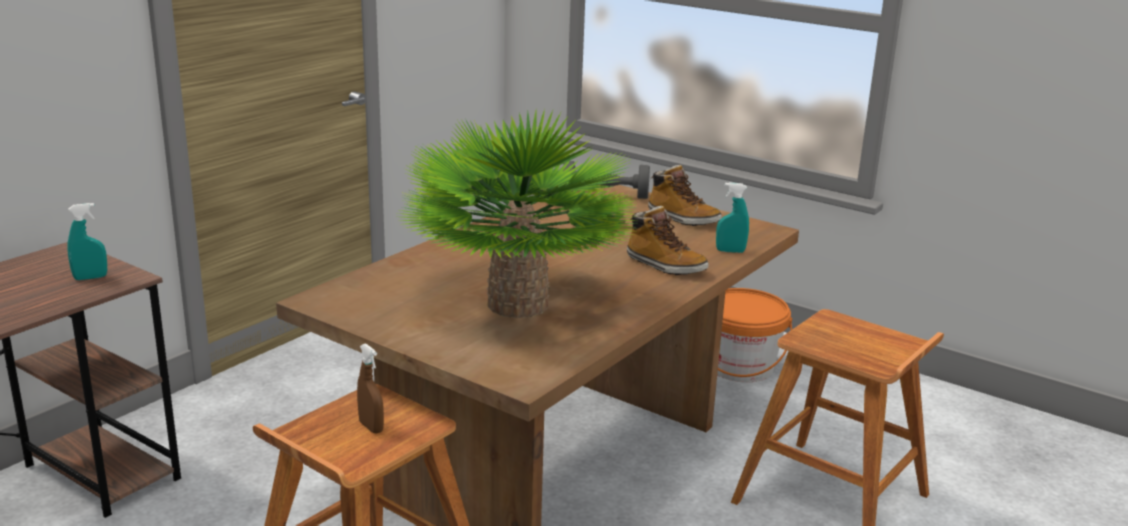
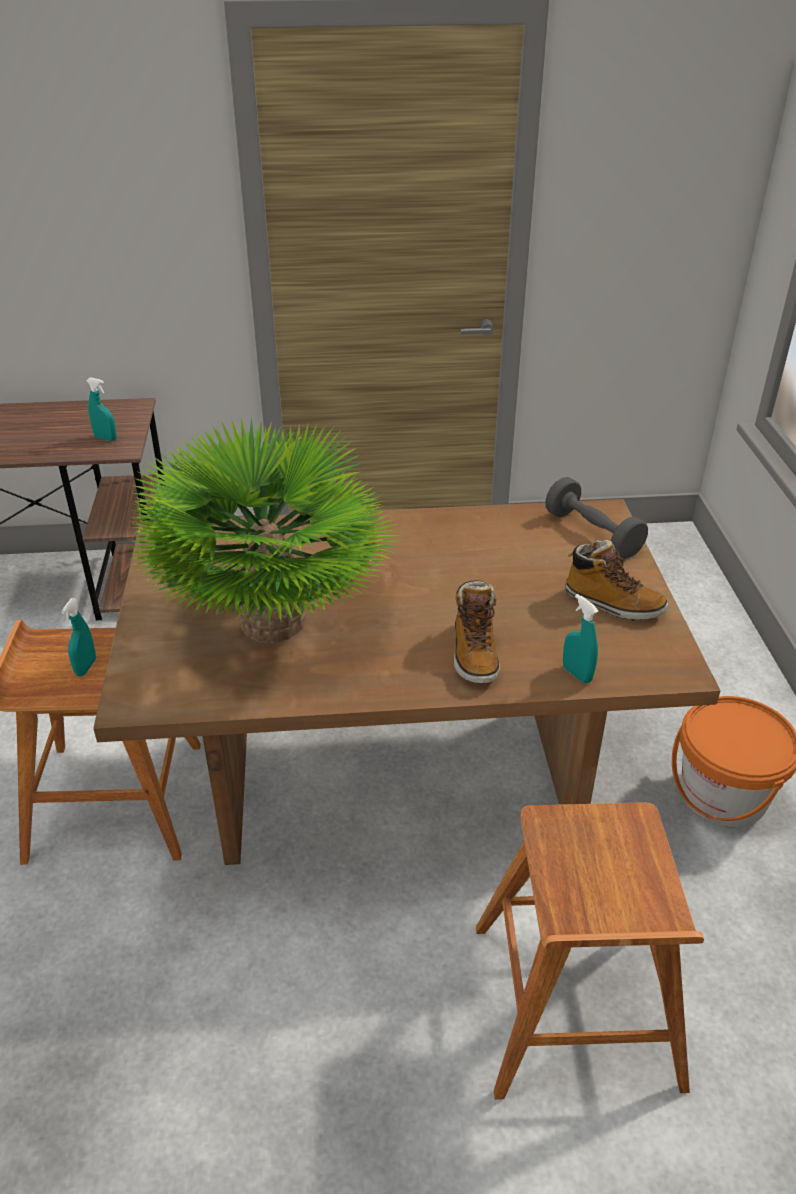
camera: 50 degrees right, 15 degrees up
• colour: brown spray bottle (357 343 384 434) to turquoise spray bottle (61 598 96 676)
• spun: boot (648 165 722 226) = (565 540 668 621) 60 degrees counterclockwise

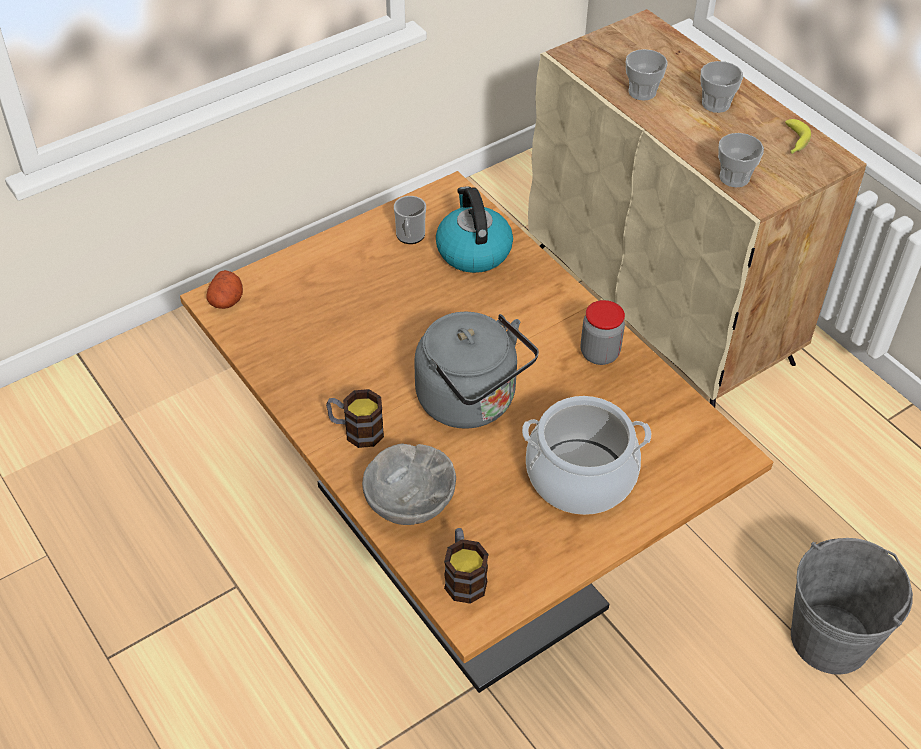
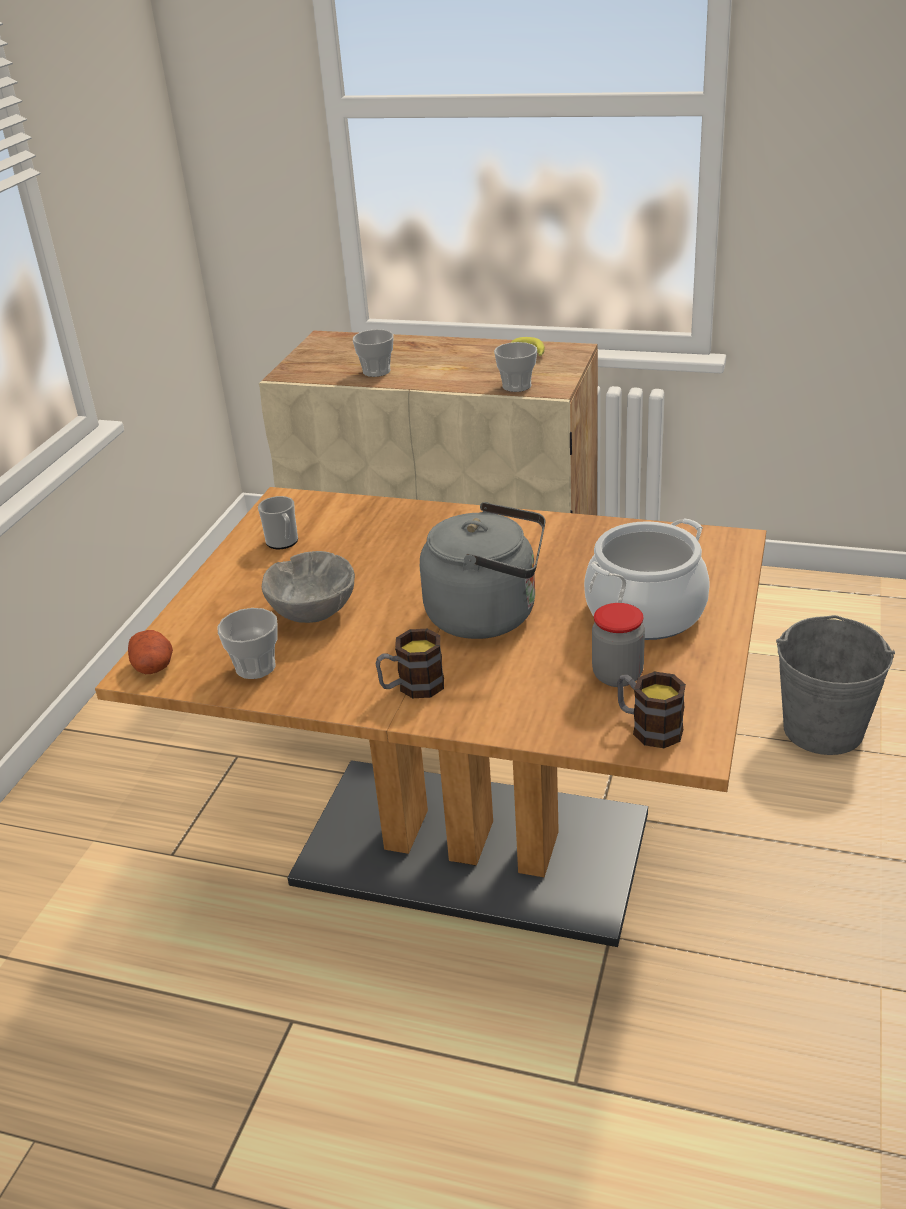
camera: 35 degrees left, 15 degrees down
• relocated: grey bowl (362 444 456 525) to (262 551 355 623)
• missing: kettle (436 186 513 273)
• relocated: jar (581 300 625 365) to (592 603 645 687)
• relocated: cup (701 61 743 113) to (218 608 278 679)

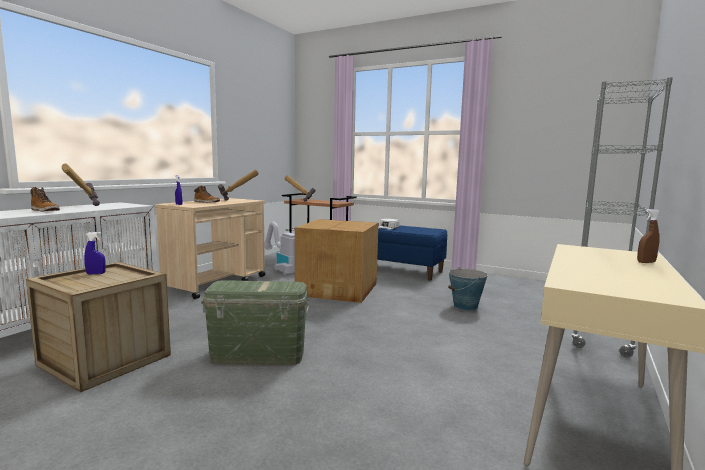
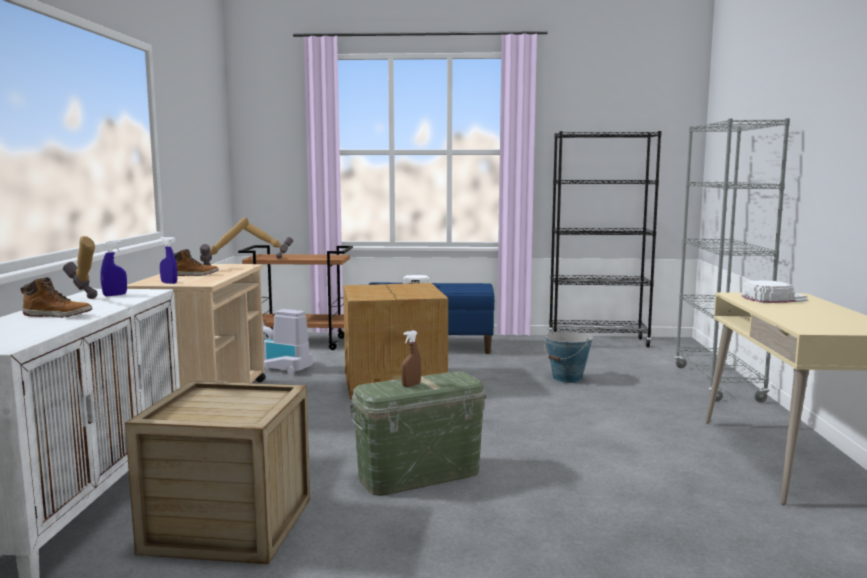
camera: 25 degrees left, 0 degrees up
• relocated: blue spray bottle (84 232 106 274) to (100 241 127 296)
• relocated: brown spray bottle (637 209 660 263) to (401 330 421 387)
• appeared: black bookcase (548 131 662 348)
• appeared: white cap (742 280 808 303)

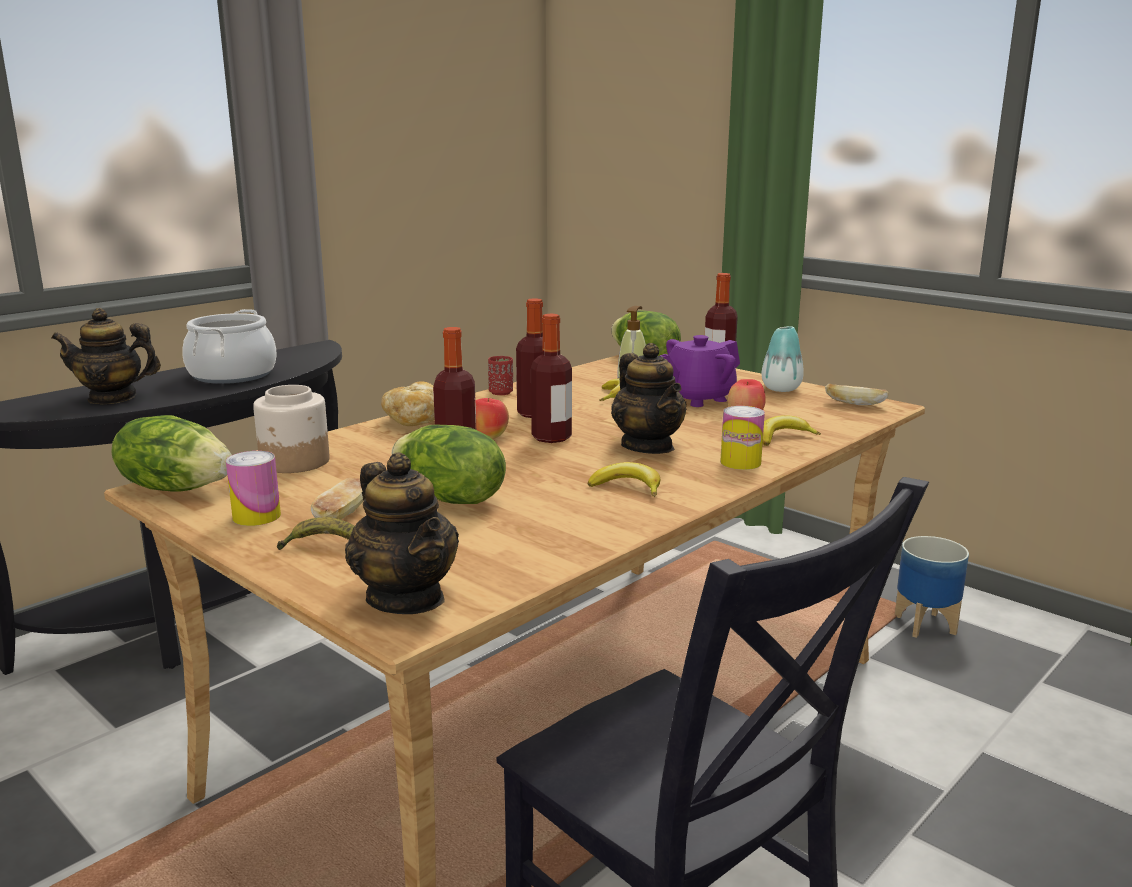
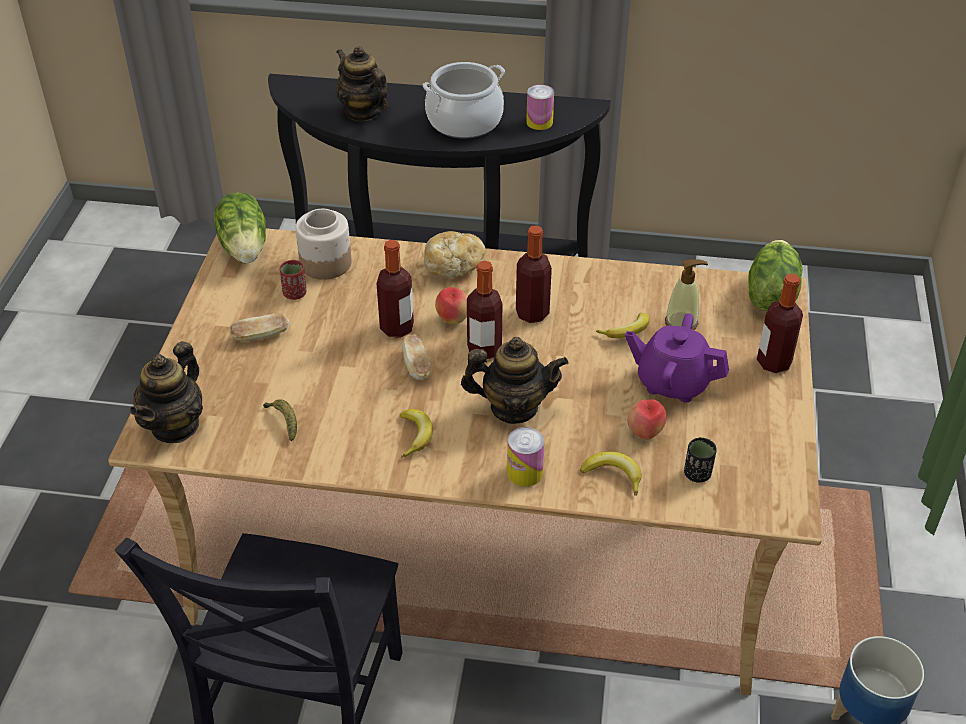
camera: 55 degrees right, 25 degrees up
• relocated: can (226 451 281 526) to (526 85 554 130)
• relocated: banana (277 517 354 550) to (263 399 297 441)
• missing: lettuce (392 425 506 504)
• relocated: red cup (488 356 513 395) to (280 260 306 300)
• spun: teapot (611 343 686 454) = (461 337 569 424) 120 degrees counterclockwise
• missing: vase (762 326 804 392)
• relocated: bread (825 384 889 405) to (402 334 431 380)
• appeared: black cup (684 437 717 483)

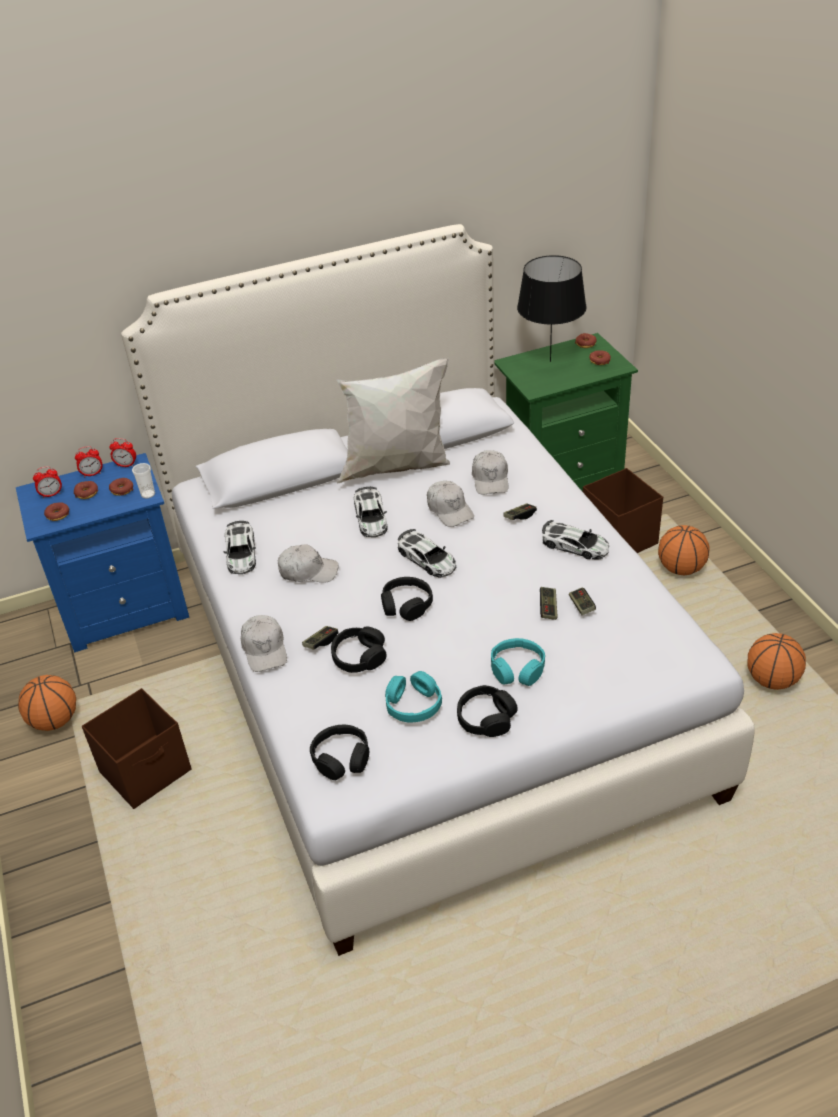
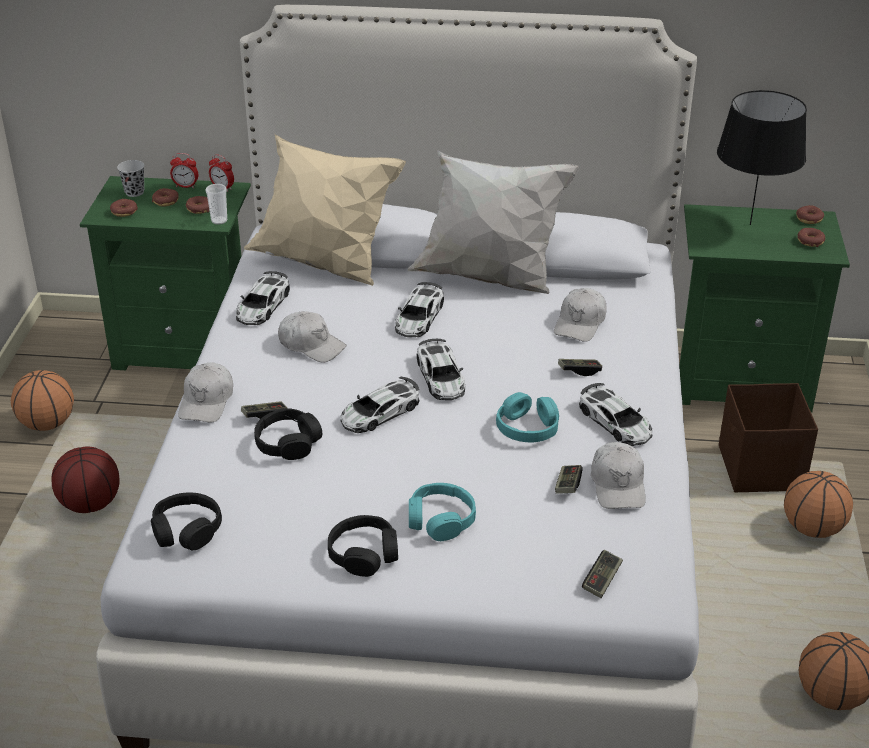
camera: 25 degrees right, 5 degrees down
• colour: blue nightstand (16 453 189 653) to green nightstand (80 176 251 370)
• exchanged: alarm clock (33 466 62 499) to black cup (117 160 144 197)
• exchanged: brown storage box (82 689 191 809) to basketball (51 446 120 513)
• exchanged: black headphones (381 577 433 621) to toy car (340 377 419 433)
• relocated: turquoise headphones (385 671 442 722) to (496 392 559 442)
• relocated: white cap (427 481 474 527) to (591 442 646 509)
• relocated: game controller (540 587 557 620) to (582 550 623 598)
• appeared: beige pillow (244 134 406 286)

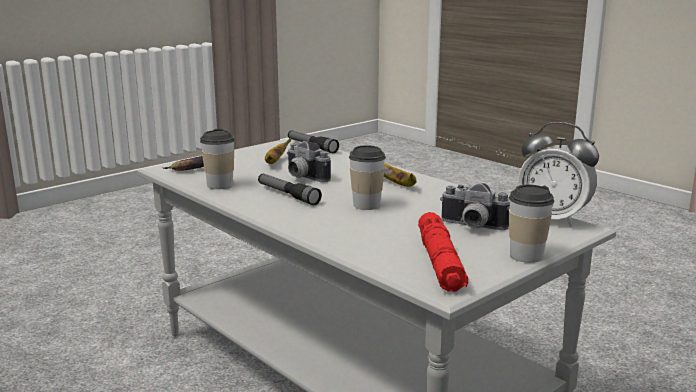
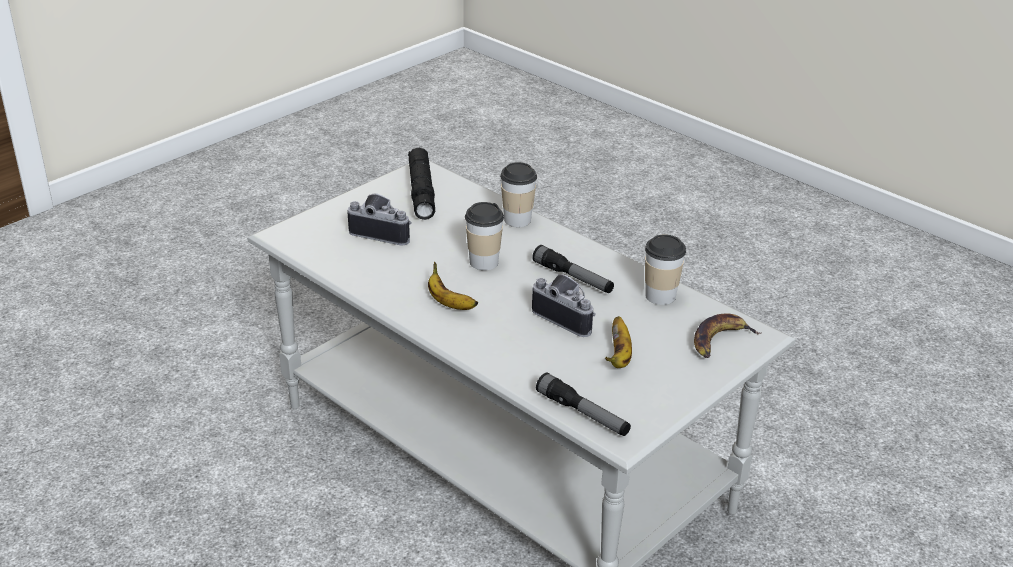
camera: 175 degrees right, 15 degrees up
• colour: red flashlight (418 212 468 291) to black flashlight (408 148 435 220)
• relocated: cup (509 185 554 263) to (500 162 537 227)
• missing: alarm clock (518 122 599 227)

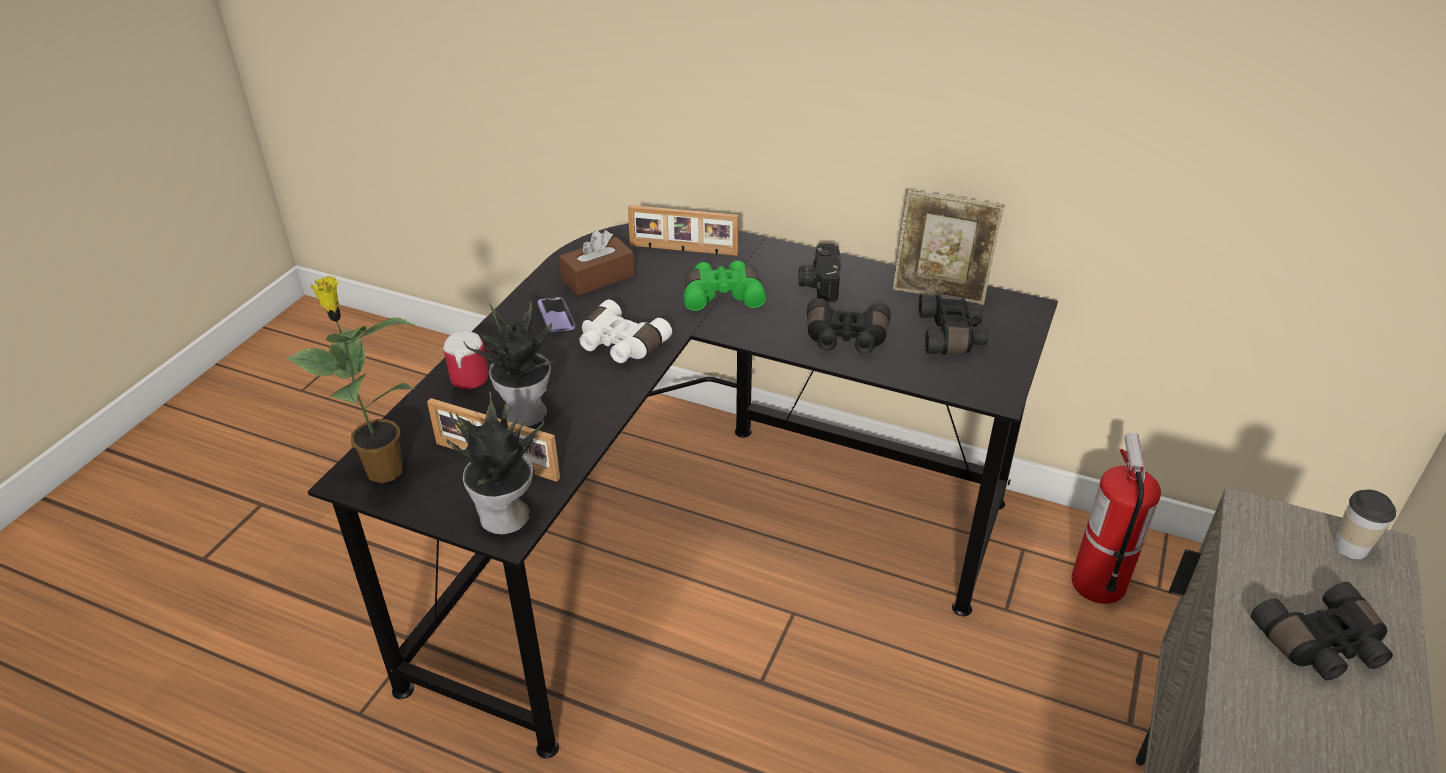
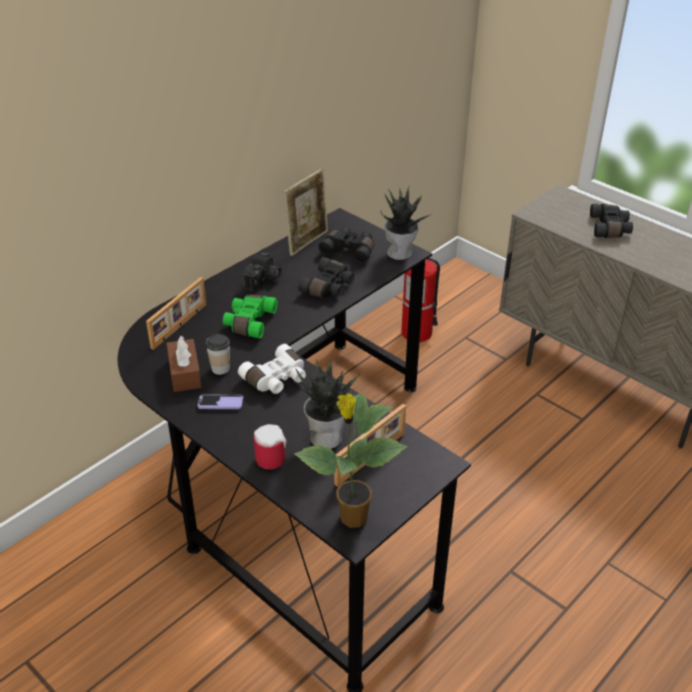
camera: 70 degrees left, 0 degrees up
• relocated: potted plant (447 391 545 535) to (380 187 432 260)
• spun: photo camera (799 243 841 302) = (244 252 282 293) 90 degrees counterclockwise
• relocated: cup (1334 490 1396 559) to (206 334 230 375)

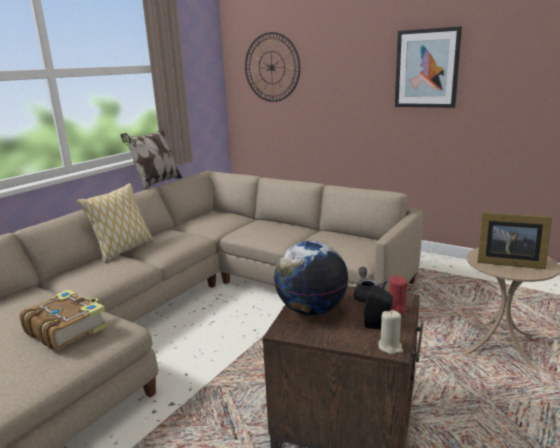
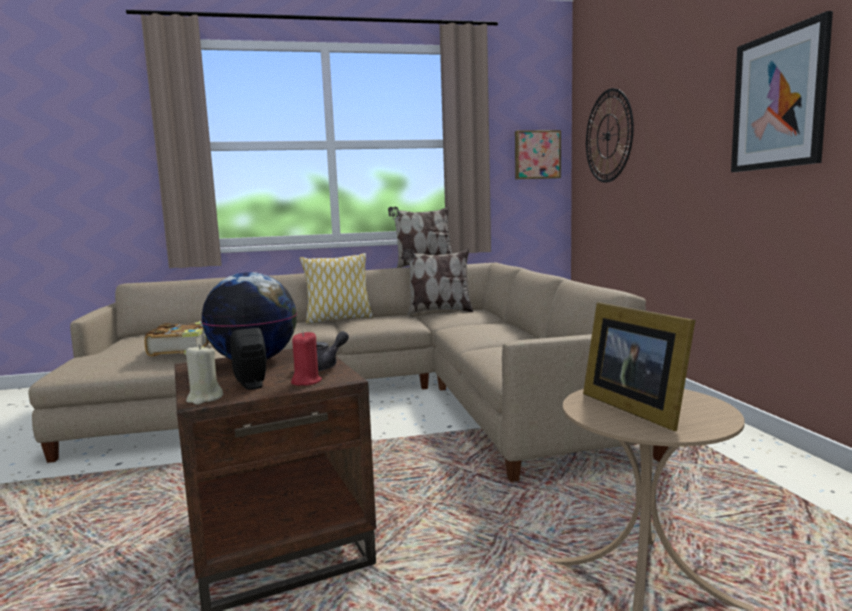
camera: 45 degrees right, 10 degrees down
• appeared: pillow (403 249 473 315)
• appeared: picture (515 130 561 179)

